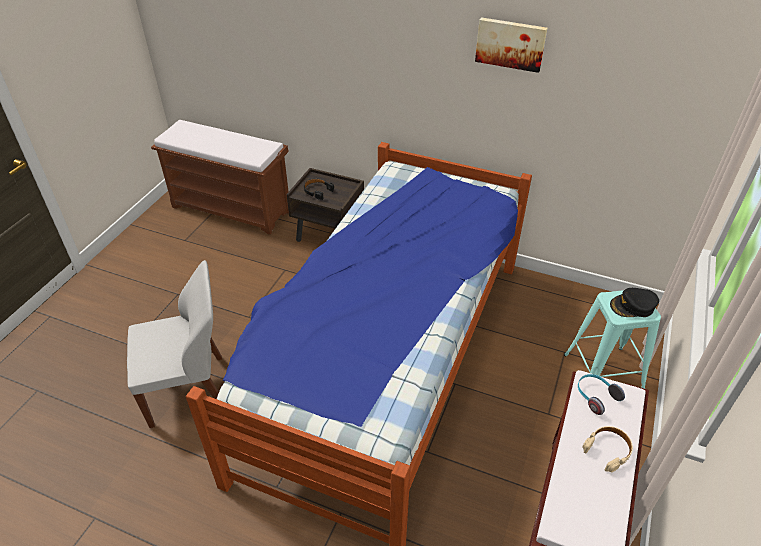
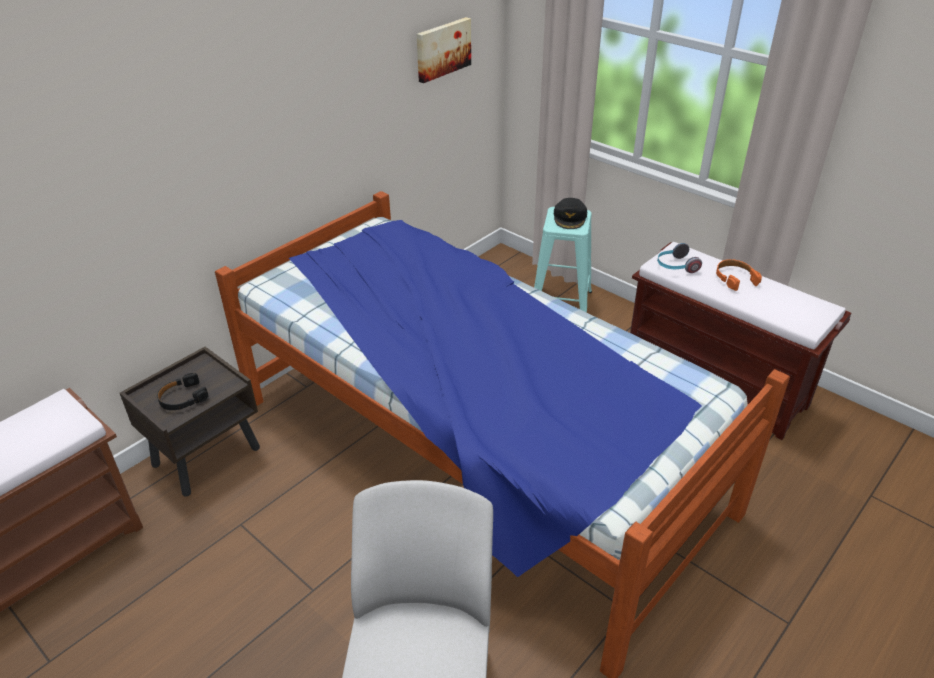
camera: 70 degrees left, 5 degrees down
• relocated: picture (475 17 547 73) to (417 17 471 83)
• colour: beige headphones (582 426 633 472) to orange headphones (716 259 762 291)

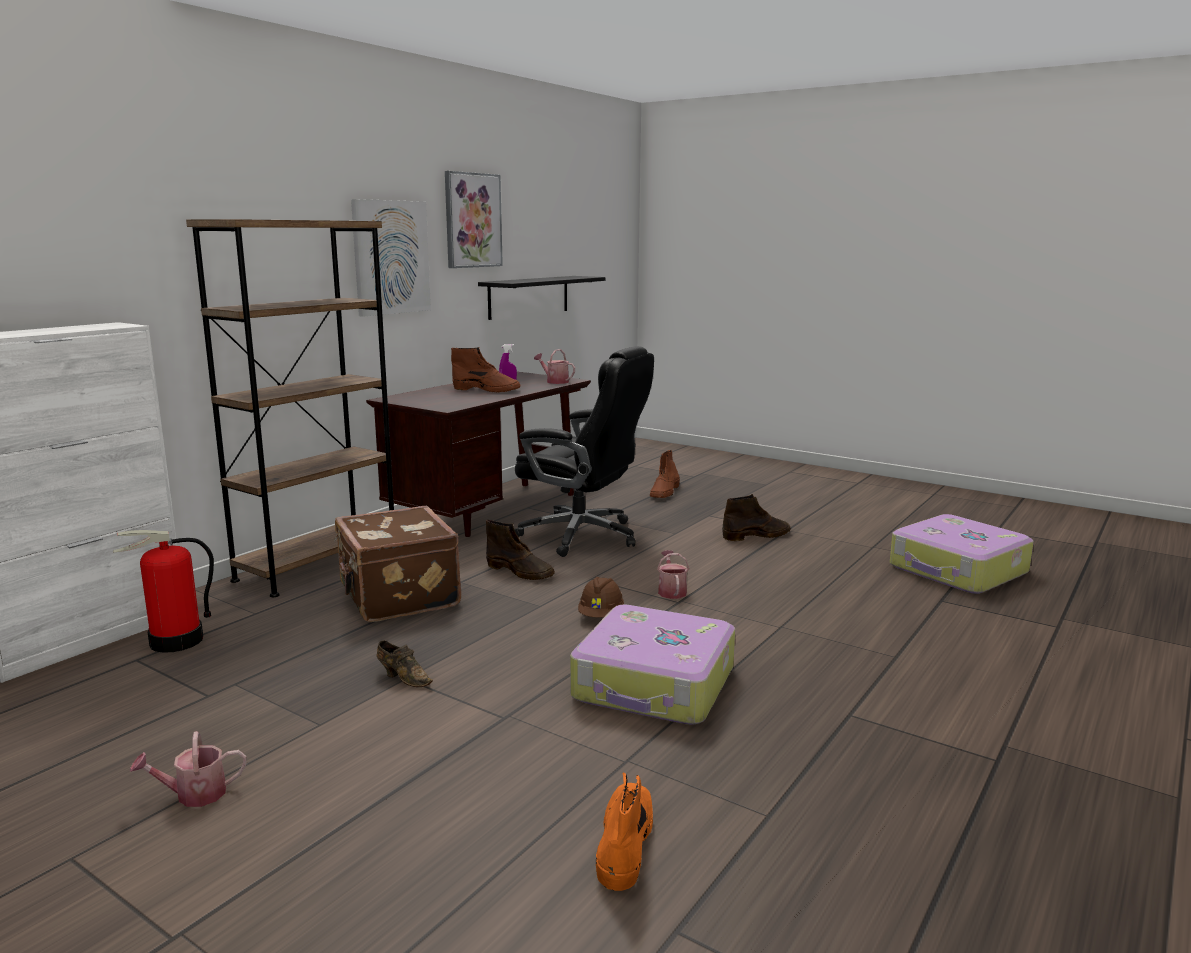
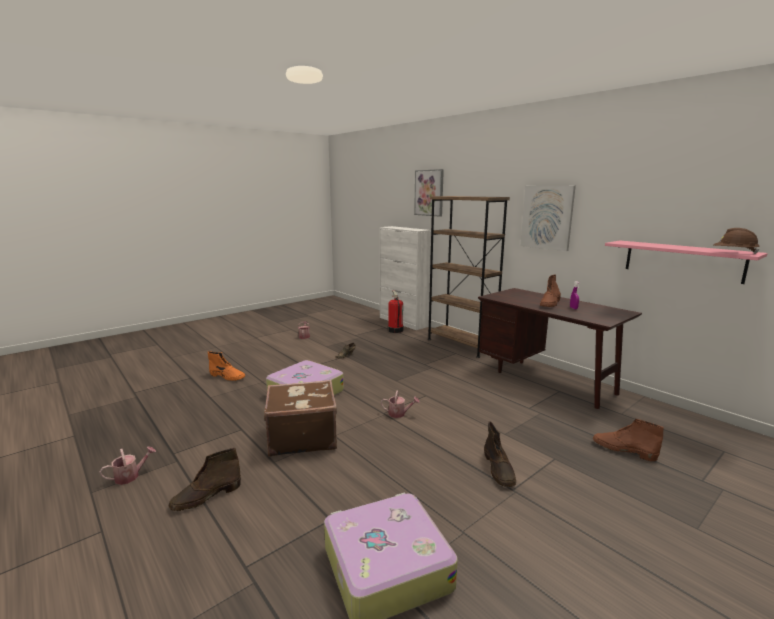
camera: 105 degrees right, 0 degrees up
• relocated: brown suitcase (334 506 461 622) to (264 380 337 457)
• relocated: picture (445 171 503 268) to (414 169 444 217)
• colour: black shelf (478 276 606 320) to pink shelf (605 240 768 284)
• relocated: brown boot (486 520 555 580) to (168 448 241 511)
• missing: black office chair (514 346 654 557)
• relocated: watering can (534 349 575 384) to (99 446 156 485)
• relocated: brown hard hat (578 577 624 618) to (713 228 760 254)

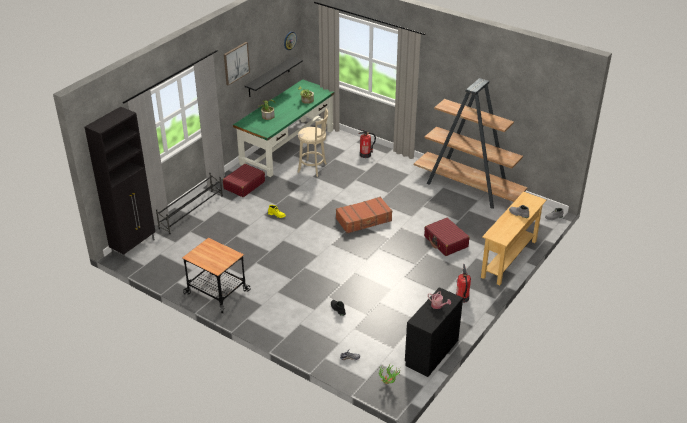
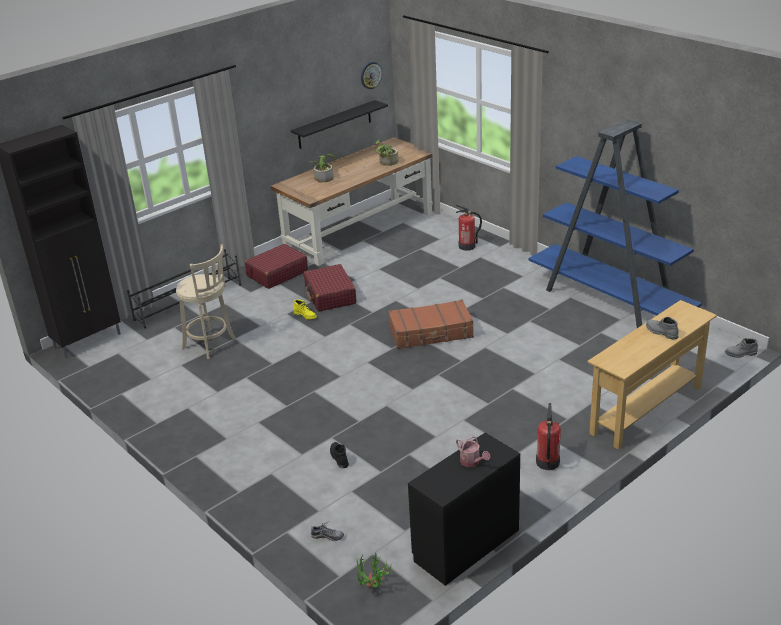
camera: 15 degrees right, 5 degrees down
• missing: cart (182 238 251 313)
• missing: picture (224 42 250 86)
• colour: green desk (233 79 334 177) to brown desk (271 137 433 266)
• relocated: beige stool (298 108 328 177) to (176 244 236 359)
• colour: brown bookcase (414 78 528 209) to blue bookcase (528 120 702 328)
• relocated: red suitcase (424 218 470 256) to (304 264 356 312)

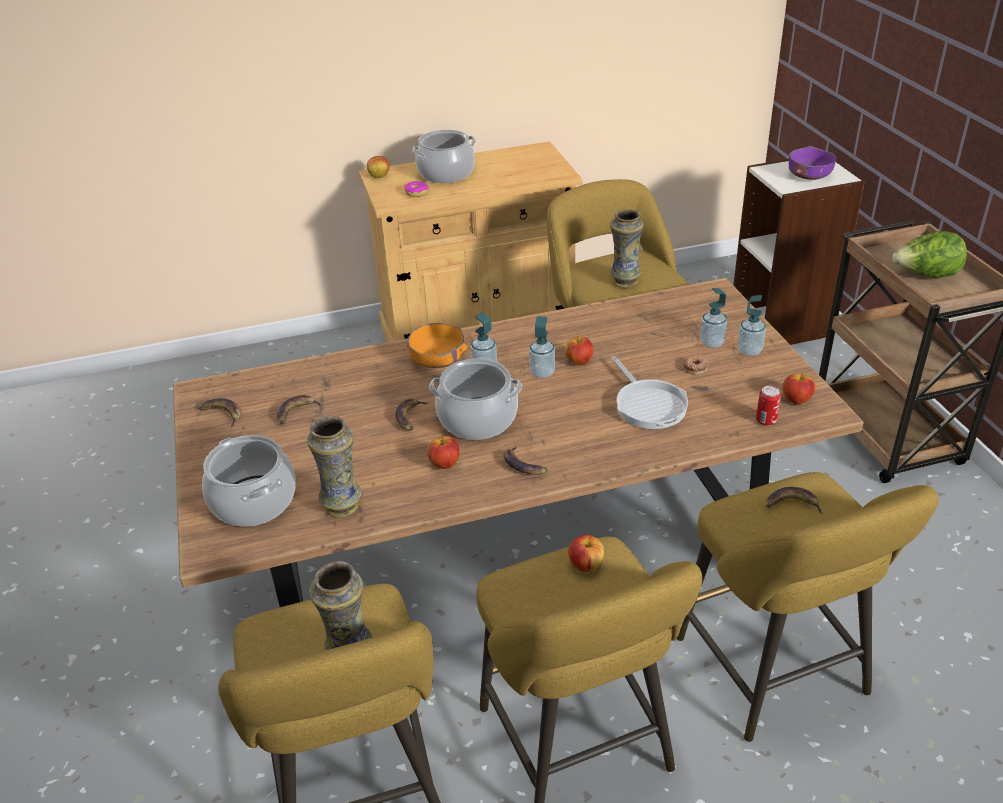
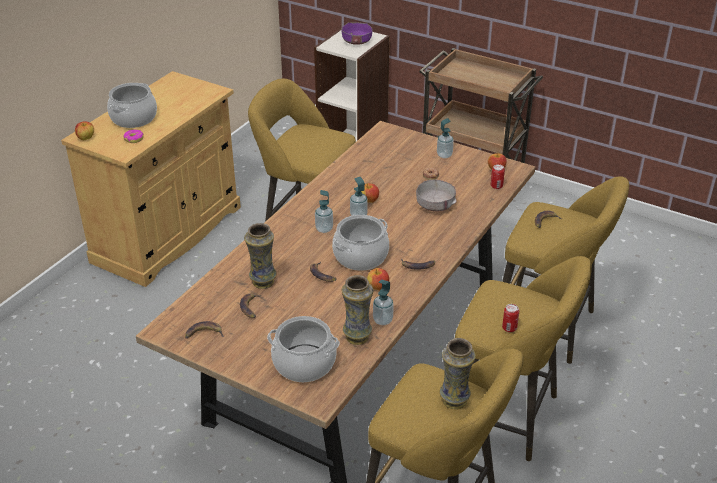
camera: 45 degrees left, 0 degrees up
• missing: orange bowl (407 323 468 368)
• missing: apple (568 535 604 572)
• relocated: vase (610 209 644 288) to (244 223 277 289)
• exchanged: frying pan (611 356 688 429) to grey bowl (416 180 457 212)
• relocated: soap dispenser (700 288 727 348) to (373 279 394 325)
• missing: lettuce (892 231 967 278)
• appeared: can (502 304 519 332)

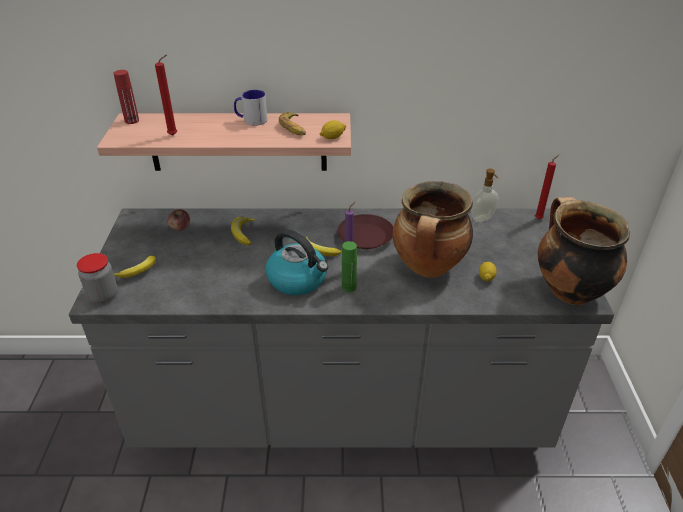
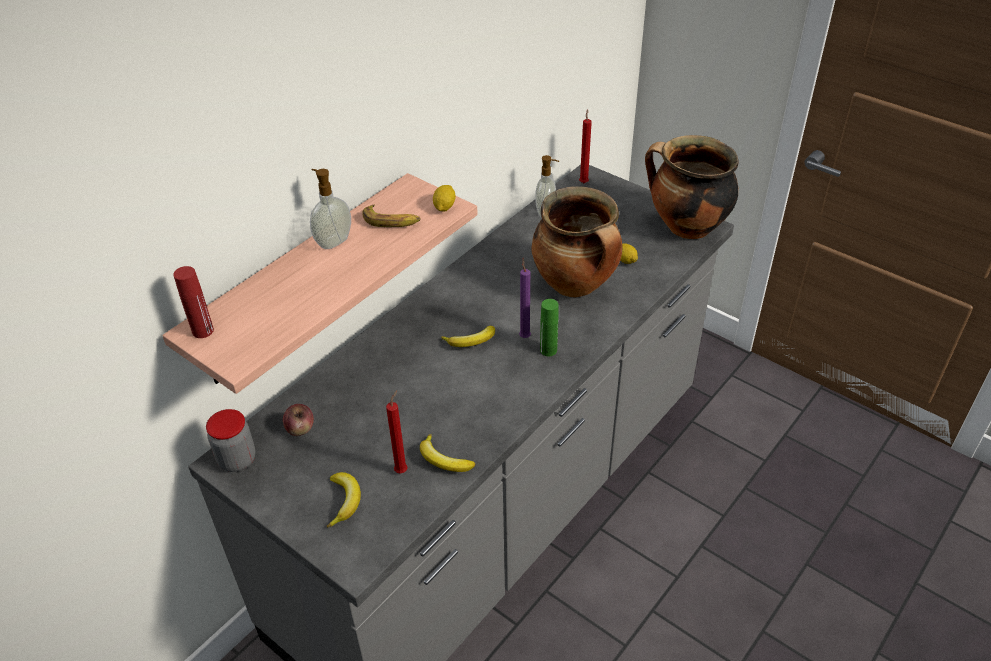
camera: 50 degrees left, 5 degrees up
• relocated: jar (77 253 118 303) to (206 409 256 472)
• relocated: red candle (155 55 177 135) to (386 390 407 473)
• relocated: banana (231 217 255 245) to (420 434 475 472)
• exchanged: mug (234 90 267 126) to soap dispenser (310 169 351 249)
• missing: kettle (266 229 328 295)
• missing: brown plate (338 214 393 249)

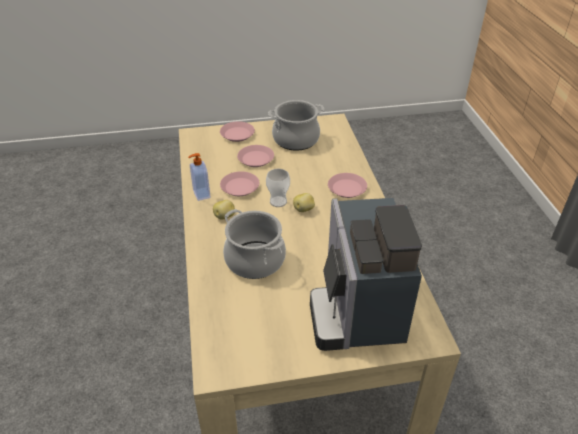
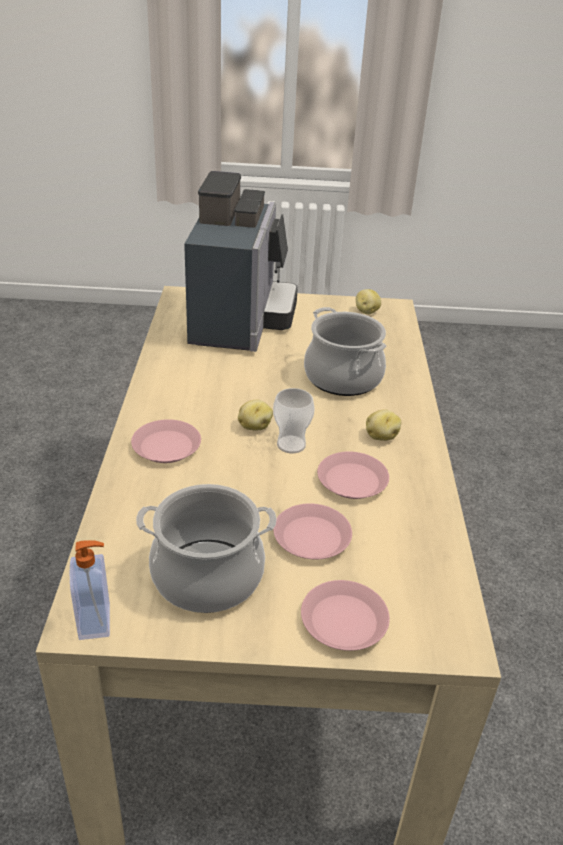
camera: 170 degrees left, 5 degrees down
• relocated: soap dispenser (188 153 211 201) to (70 540 110 640)
• appeared: potato (356 289 381 314)

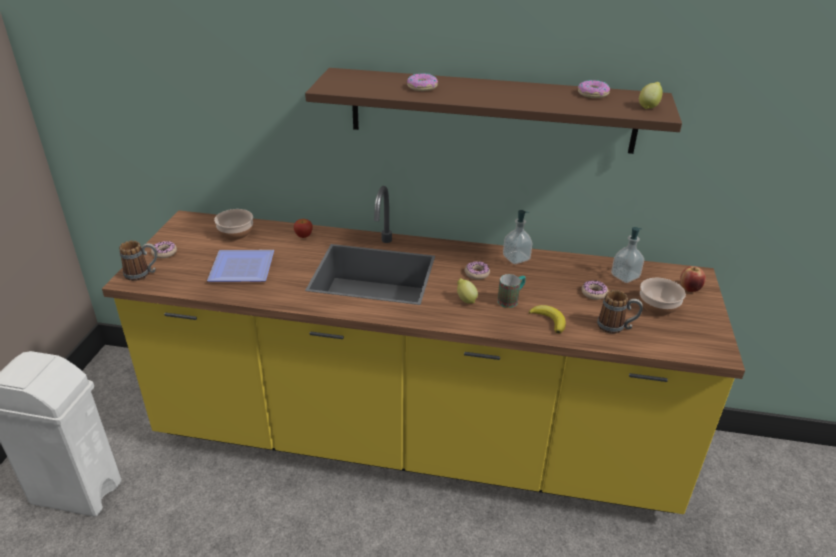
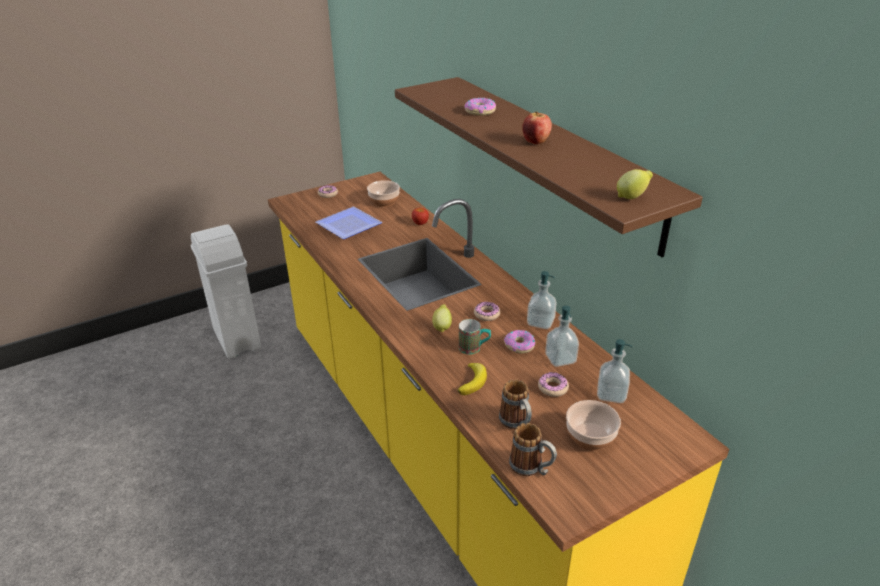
camera: 50 degrees right, 0 degrees up
• relocated: mug (119 240 157 281) to (509 423 557 476)
• relocated: donut (578 80 610 98) to (504 330 535 353)
• relocated: apple (680 266 706 292) to (522 112 552 144)
• appeared: soap dispenser (545 306 579 367)

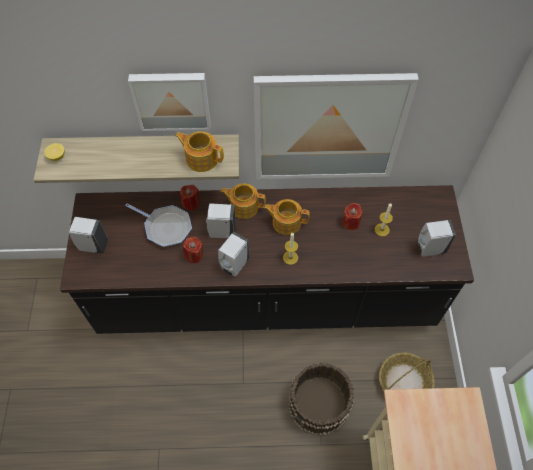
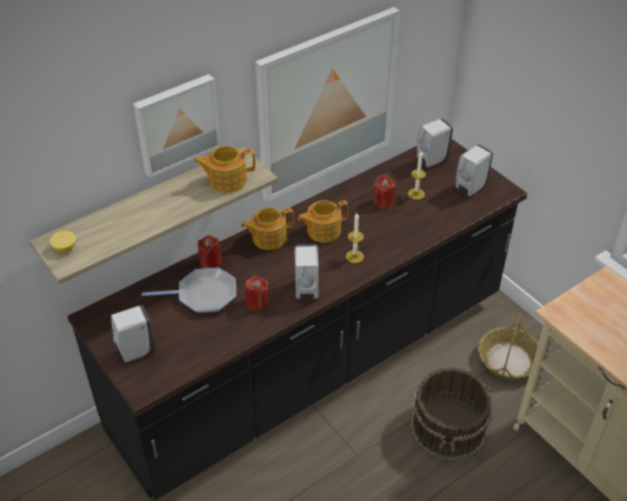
camera: 35 degrees left, 15 degrees down
• relocated: white soap dispenser (206 203 236 238) to (417 119 453 167)

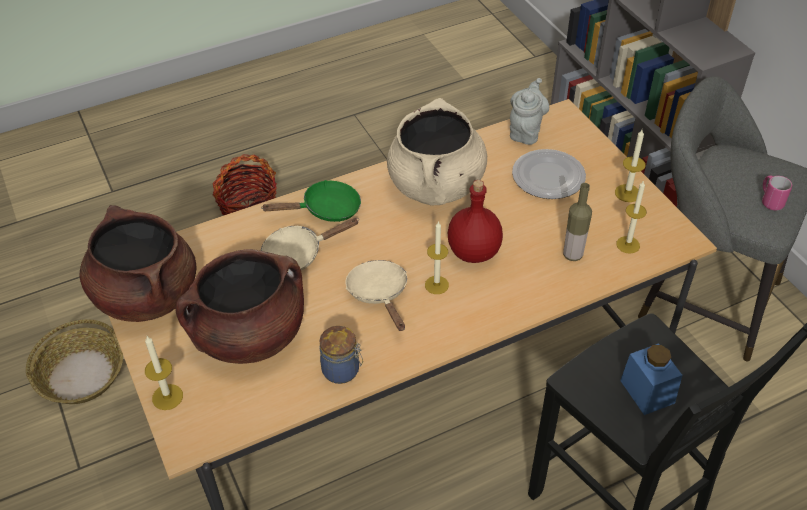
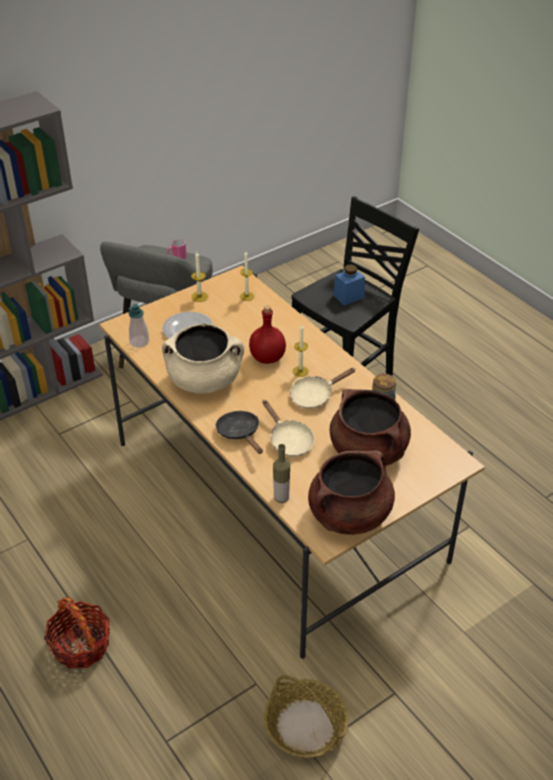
camera: 100 degrees left, 5 degrees down
• missing: candle (145 336 183 410)
• colour: green frying pan (262 180 361 222) to black frying pan (216 411 263 454)
• exchanged: grey teapot (510 78 549 145) to soap dispenser (128 304 149 348)
• relocated: bottle (563 183 592 261) to (273 444 290 503)

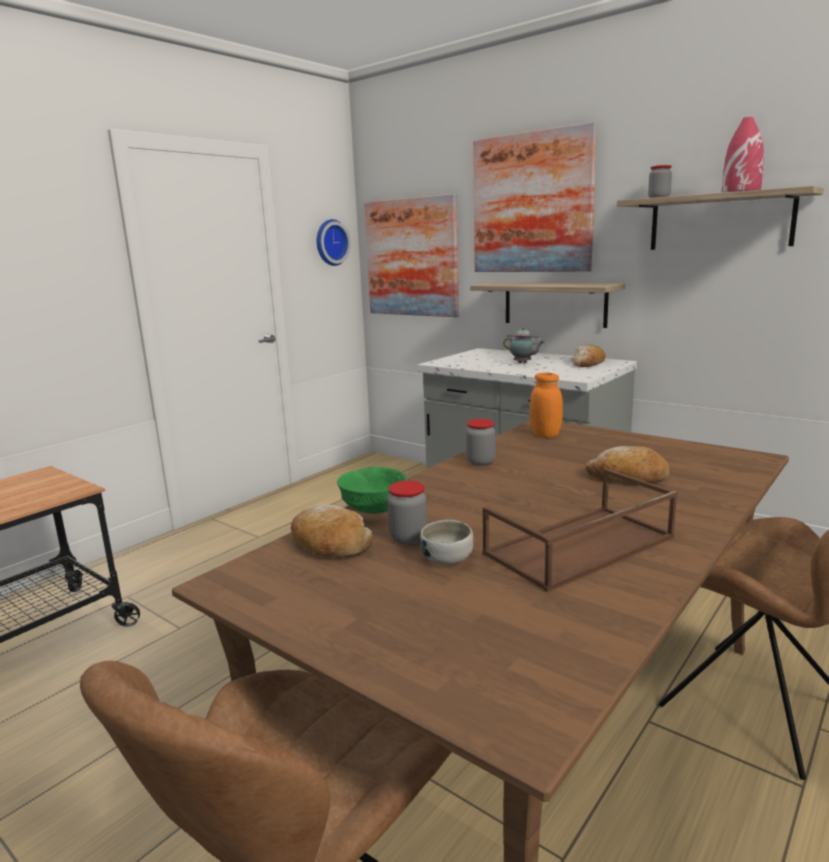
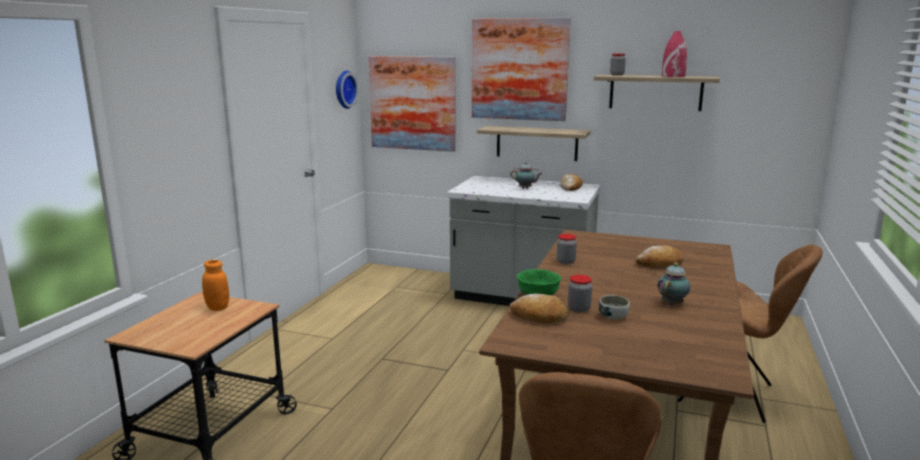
camera: 20 degrees left, 0 degrees up
• exchanged: brown tray (483 469 678 592) to teapot (658 263 690 305)
• relocated: orange jar (530 373 563 438) to (202 260 229 311)

